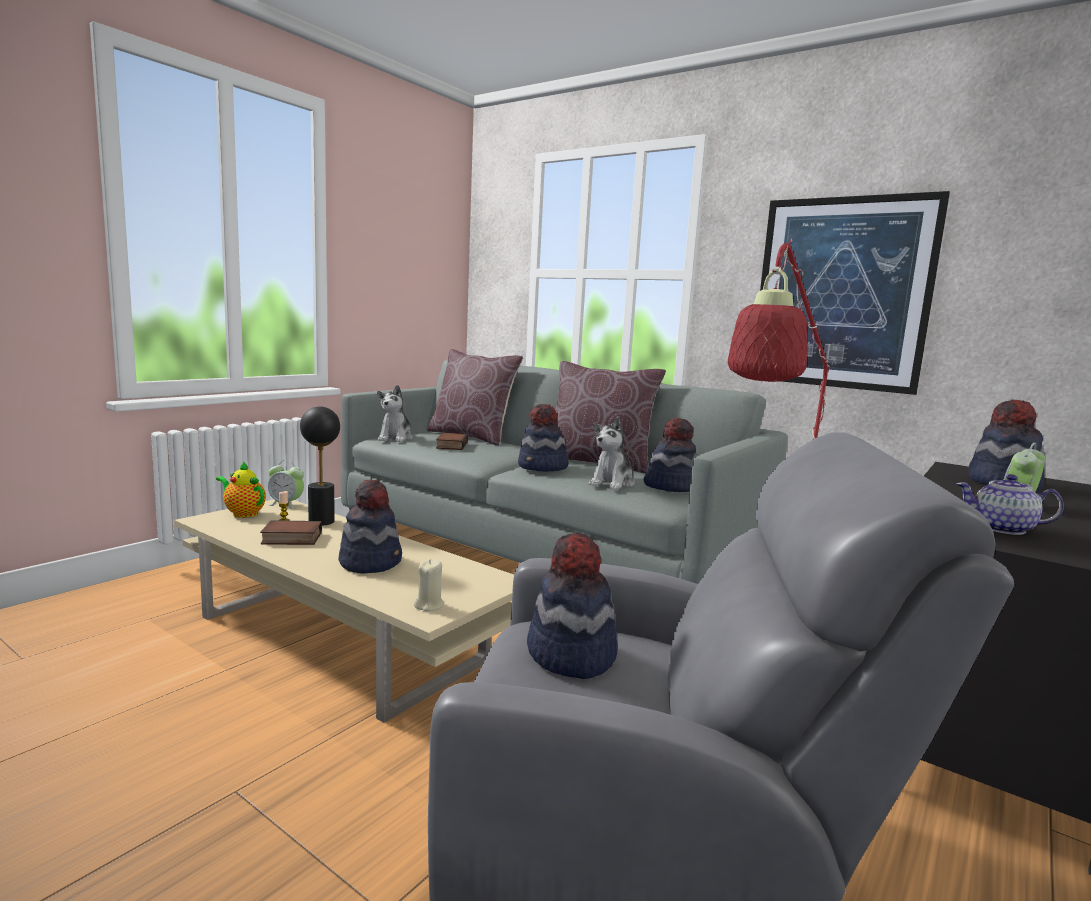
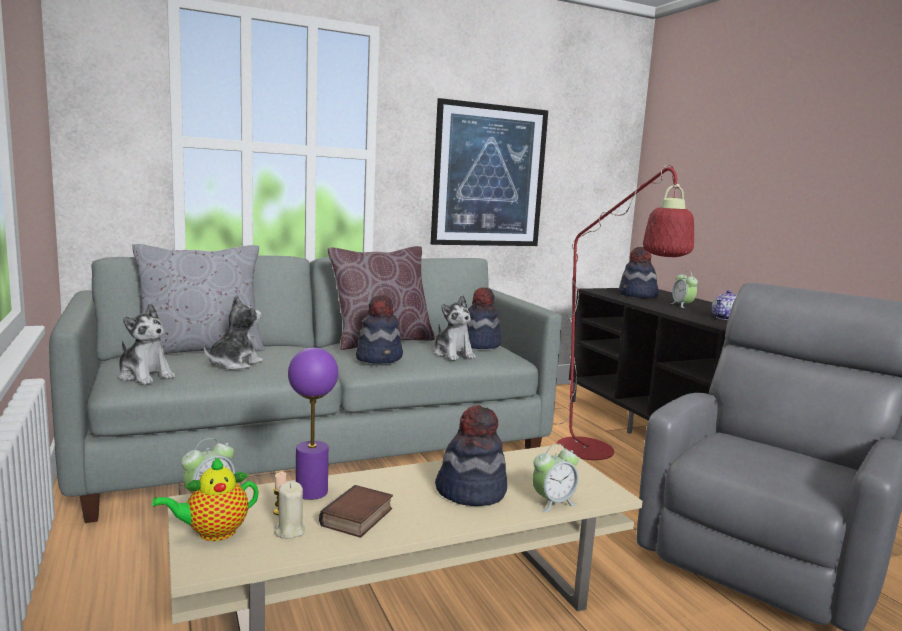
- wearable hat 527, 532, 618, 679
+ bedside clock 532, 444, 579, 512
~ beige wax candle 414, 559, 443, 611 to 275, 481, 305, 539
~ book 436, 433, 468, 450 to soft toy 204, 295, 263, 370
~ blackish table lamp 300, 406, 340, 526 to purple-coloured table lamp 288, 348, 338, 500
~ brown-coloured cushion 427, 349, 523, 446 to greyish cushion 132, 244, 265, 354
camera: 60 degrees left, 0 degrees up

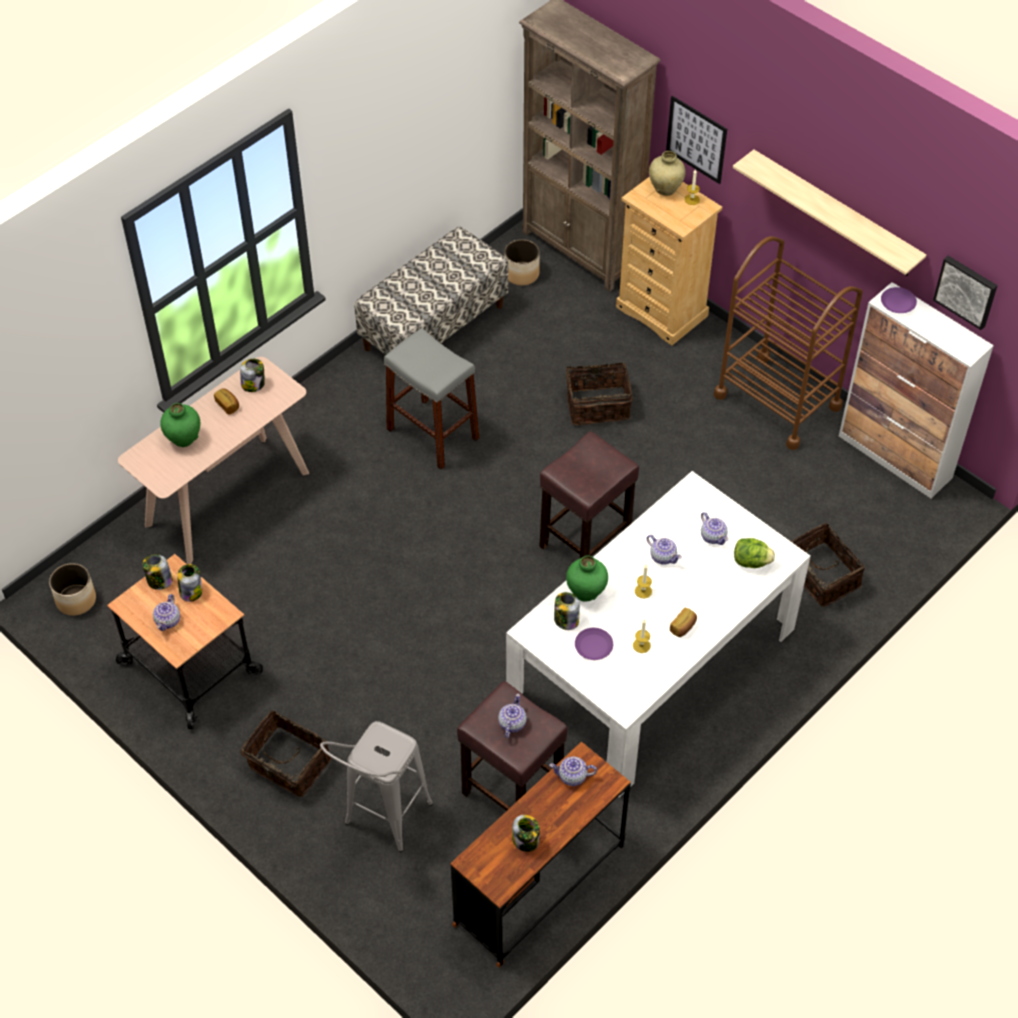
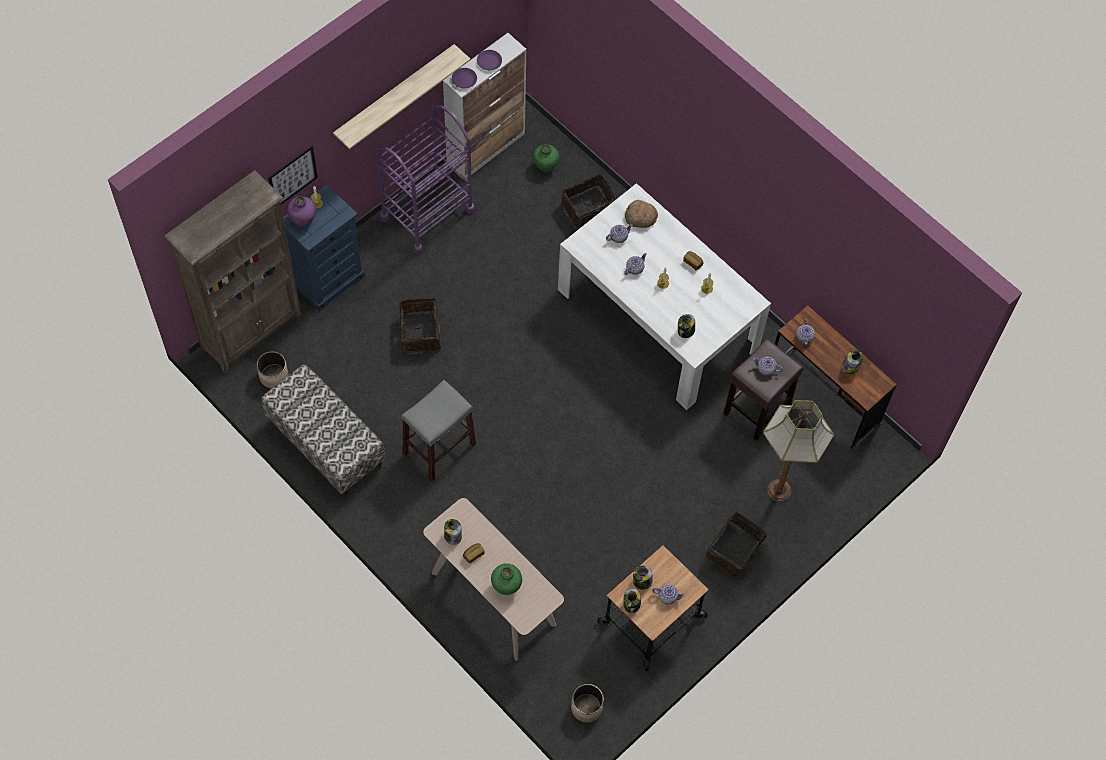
- brown-coloured sitting stool 539, 431, 639, 558
- wall picture 933, 256, 997, 330
~ greenish decorative vase 566, 555, 608, 602 to 533, 144, 559, 173
~ purple-coloured plate 575, 628, 613, 660 to 477, 50, 502, 70
~ greyish sitting stool 320, 721, 433, 852 to standing lamp 763, 400, 834, 502
~ lettuce head 734, 538, 775, 568 to bakery bread 625, 200, 658, 228
~ beige dresser 616, 176, 722, 345 to blue dresser 283, 185, 365, 311
~ beige decorative vase 649, 151, 686, 196 to purple-coloured decorative vase 287, 196, 316, 227
~ brown-coloured cart 714, 236, 863, 450 to purple-coloured cart 376, 105, 475, 254
camera: 90 degrees left, 10 degrees up

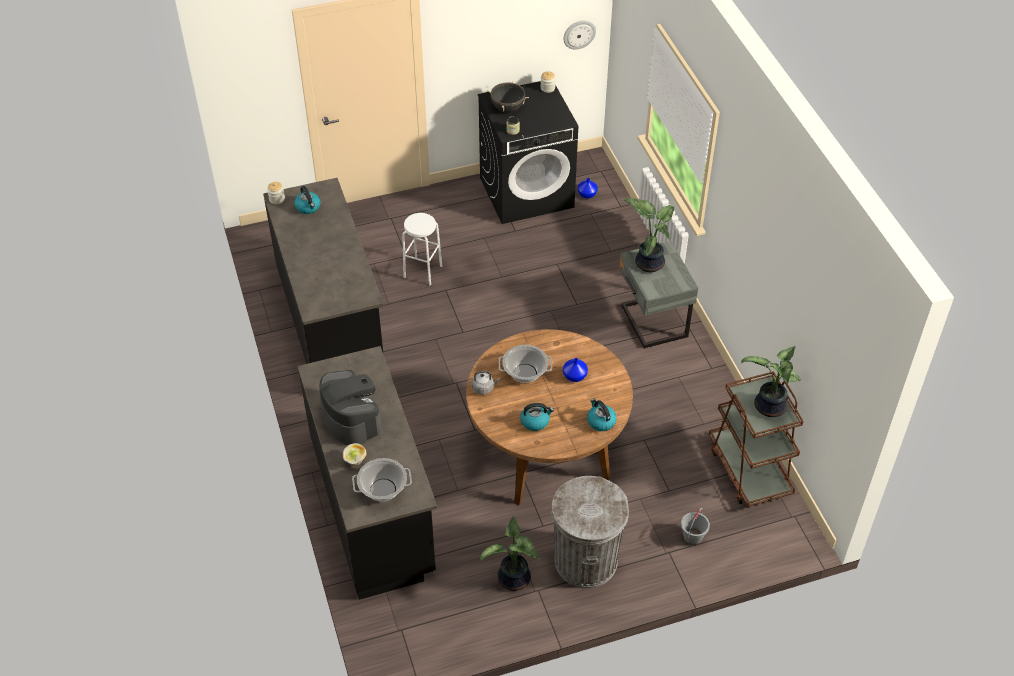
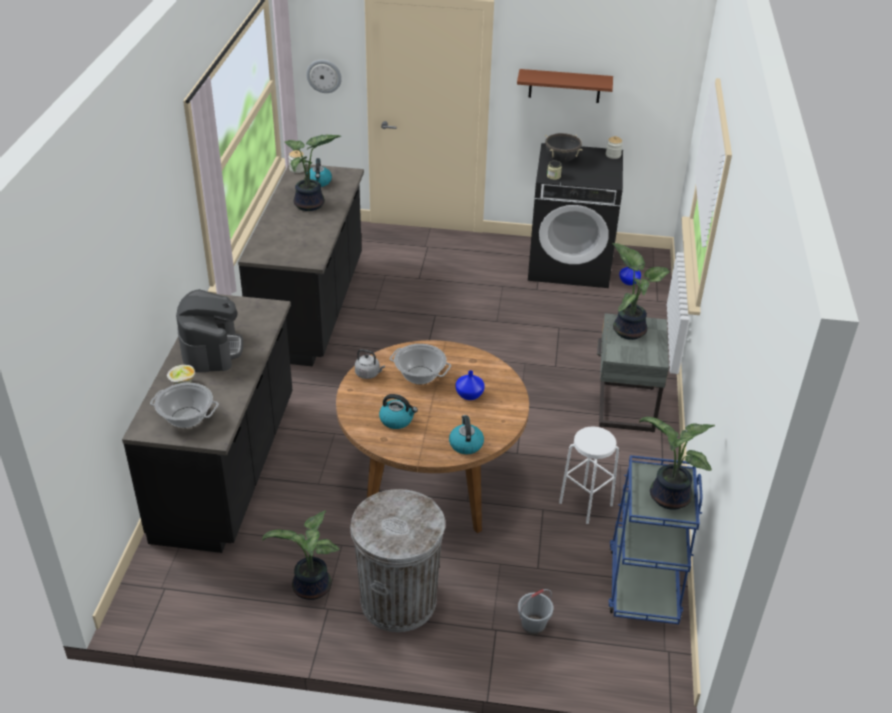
+ houseplant 285, 135, 341, 211
+ brown-coloured shelf 517, 69, 613, 103
~ white-coloured sitting stool 402, 213, 442, 286 to 559, 427, 619, 524
~ wall clock 563, 20, 596, 49 to 306, 60, 342, 93
~ brown-coloured cart 709, 371, 804, 507 to blue cart 608, 455, 702, 624
camera: 25 degrees right, 10 degrees down

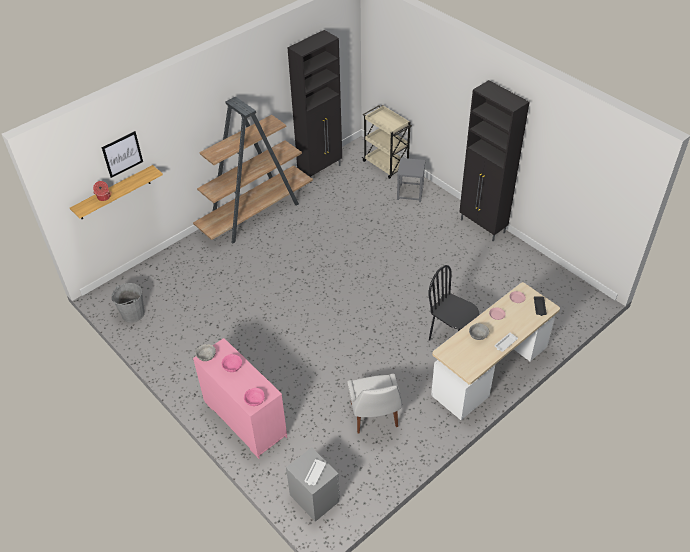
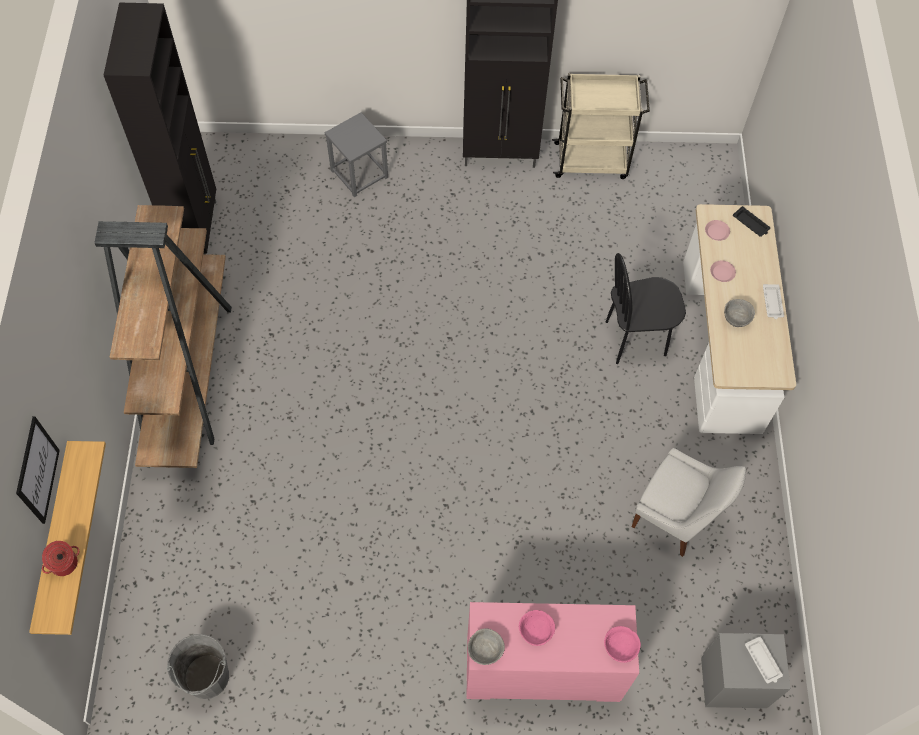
~ beige cart 362, 105, 412, 179 to 552, 73, 650, 179
camera: 50 degrees left, 15 degrees up

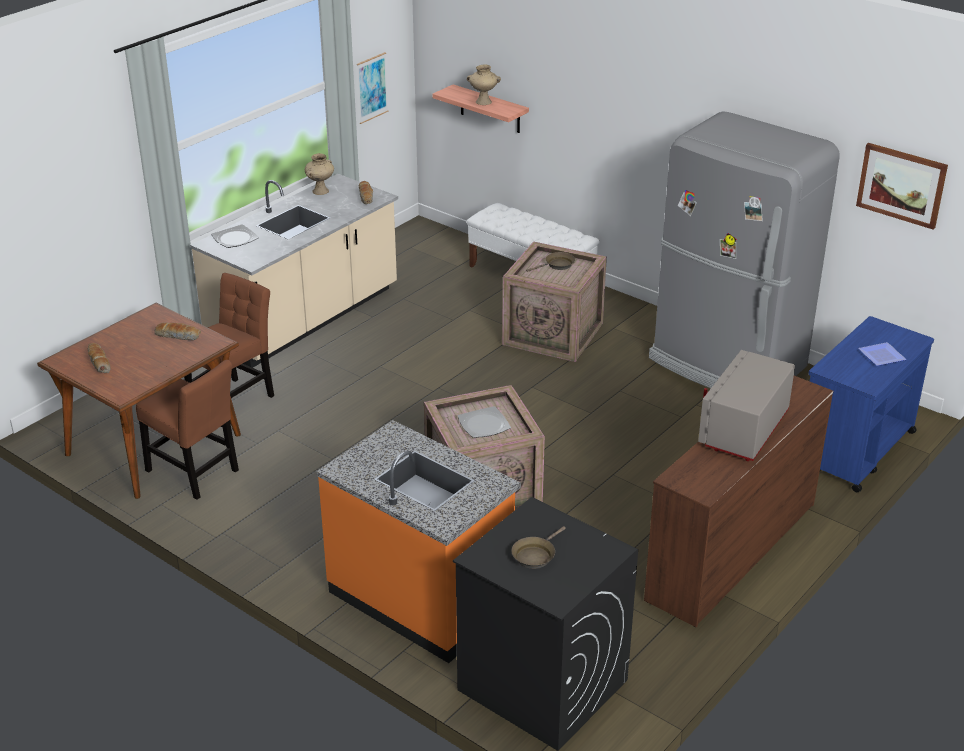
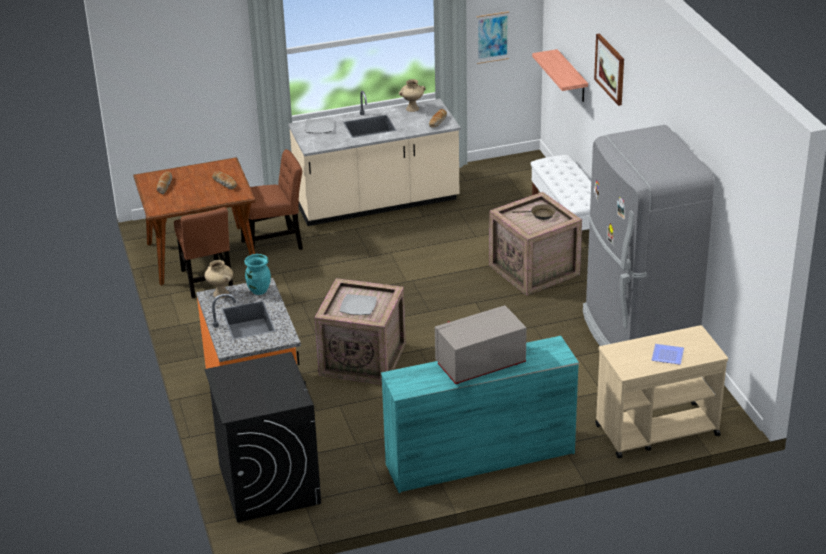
- brown-coloured frying pan 512, 526, 566, 569
+ blue-green decorative vase 244, 254, 271, 295
~ beige decorative vase 467, 64, 501, 105 to 205, 260, 233, 298
~ wall picture 856, 143, 948, 229 to 594, 34, 624, 106
~ brown-coloured dresser 644, 376, 833, 627 to blue-green dresser 381, 336, 579, 493
~ blue cart 809, 316, 934, 492 to beige cart 595, 325, 728, 458
camera: 35 degrees right, 0 degrees up

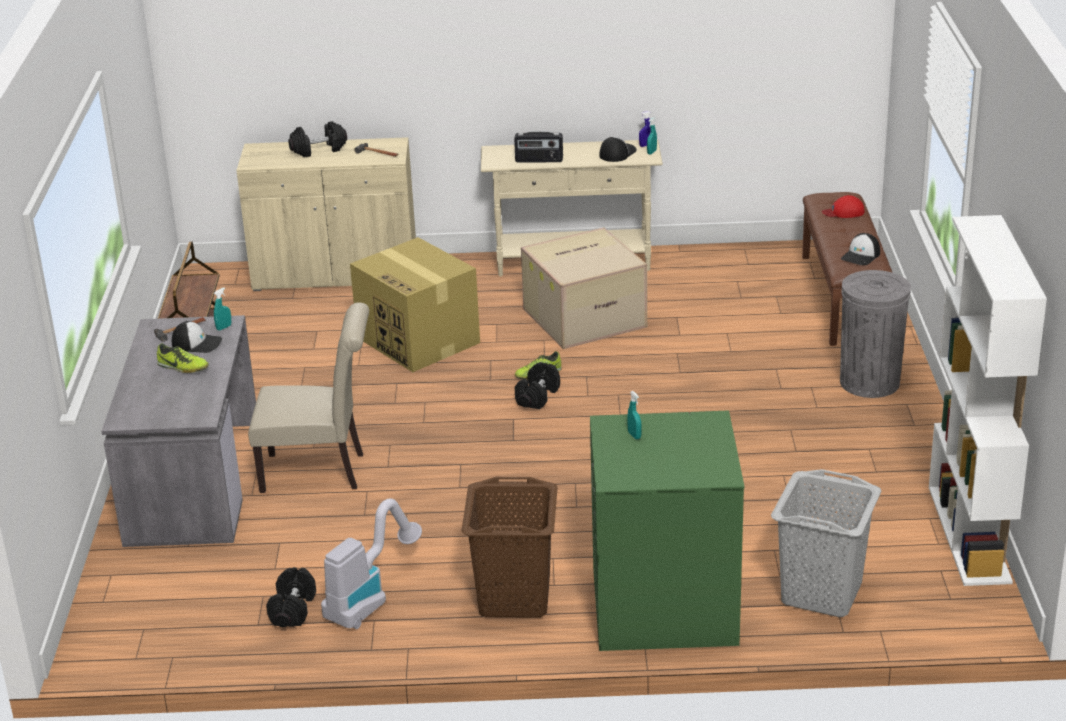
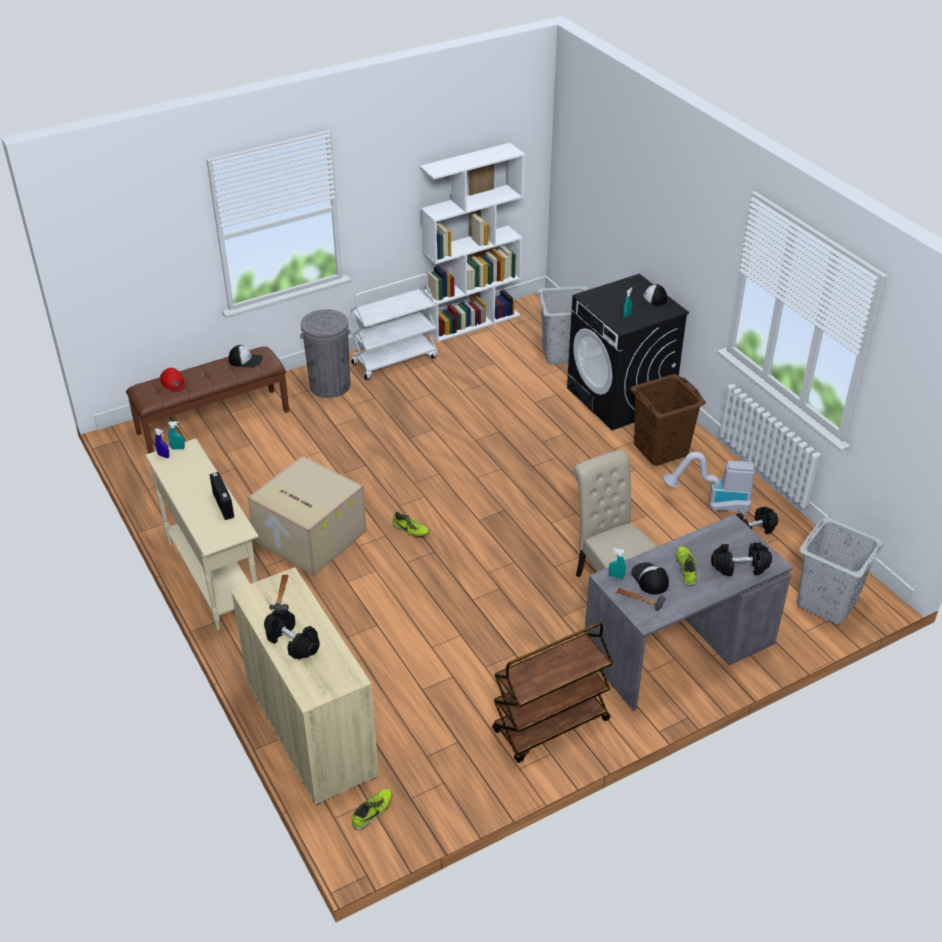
- carton 350, 237, 480, 372
+ white-coloured cart 350, 274, 438, 380
+ shoe 352, 789, 392, 830
+ greyish laundry basket 797, 517, 884, 625
~ blackish hand weight 515, 362, 560, 409 to 711, 543, 772, 576
~ peaked cap 600, 137, 636, 162 to 633, 284, 667, 306
~ greenish laundry appliance 590, 410, 745, 651 to blackish laundry appliance 567, 274, 689, 430
camera: 120 degrees left, 10 degrees up

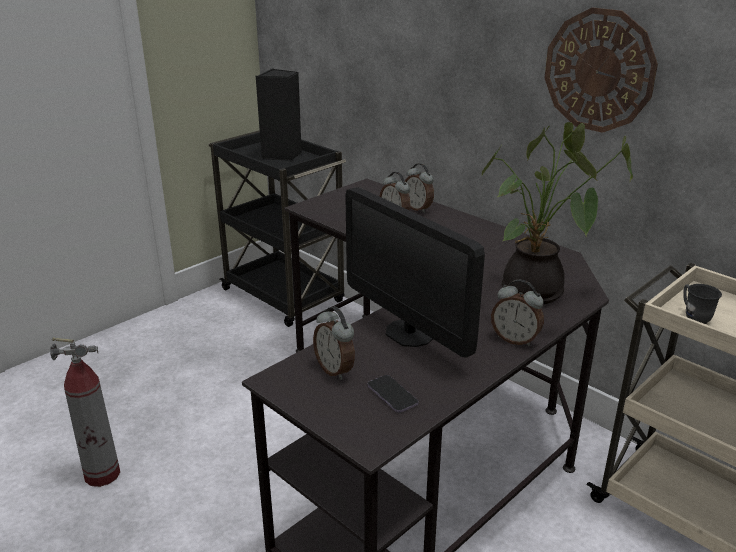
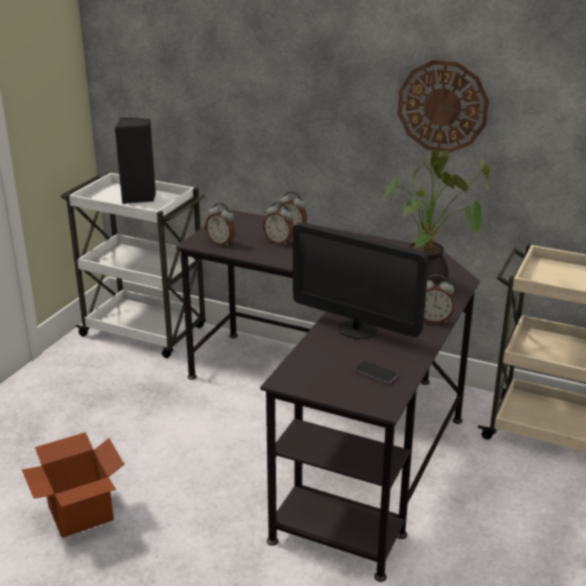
- greyish tea mug 683, 284, 722, 324
~ bedside clock 313, 307, 355, 380 to 205, 203, 236, 246
~ fire-fighting cylinder 50, 337, 120, 487 to carton 22, 432, 125, 538
~ blackish cart 209, 130, 346, 327 to white-coloured cart 61, 172, 206, 358
camera: 20 degrees left, 0 degrees up

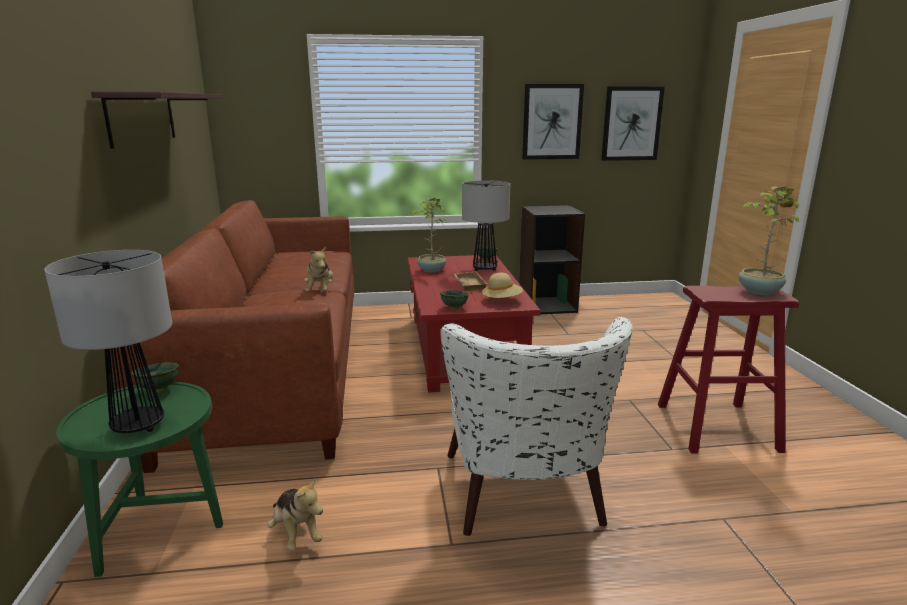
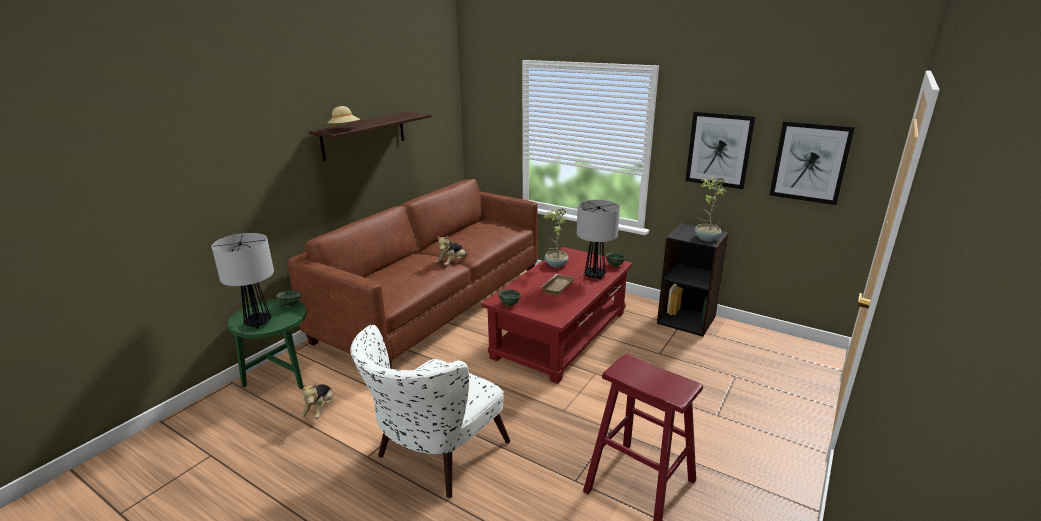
~ beige wearable hat 482, 273, 523, 298 to 327, 106, 360, 127
~ houseplant 739, 186, 799, 295 to 695, 177, 725, 241
camera: 40 degrees right, 5 degrees up

